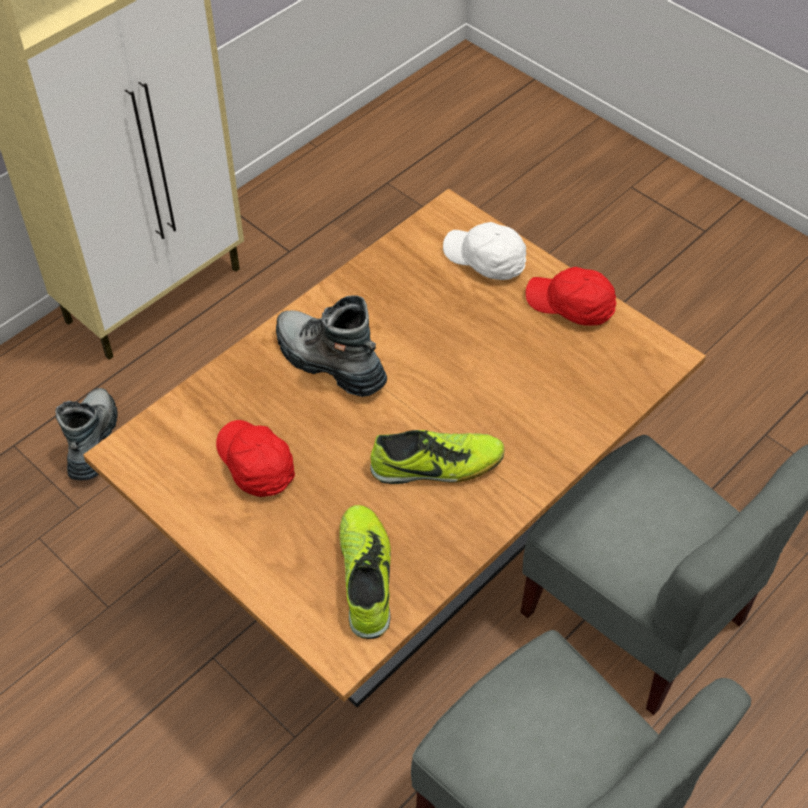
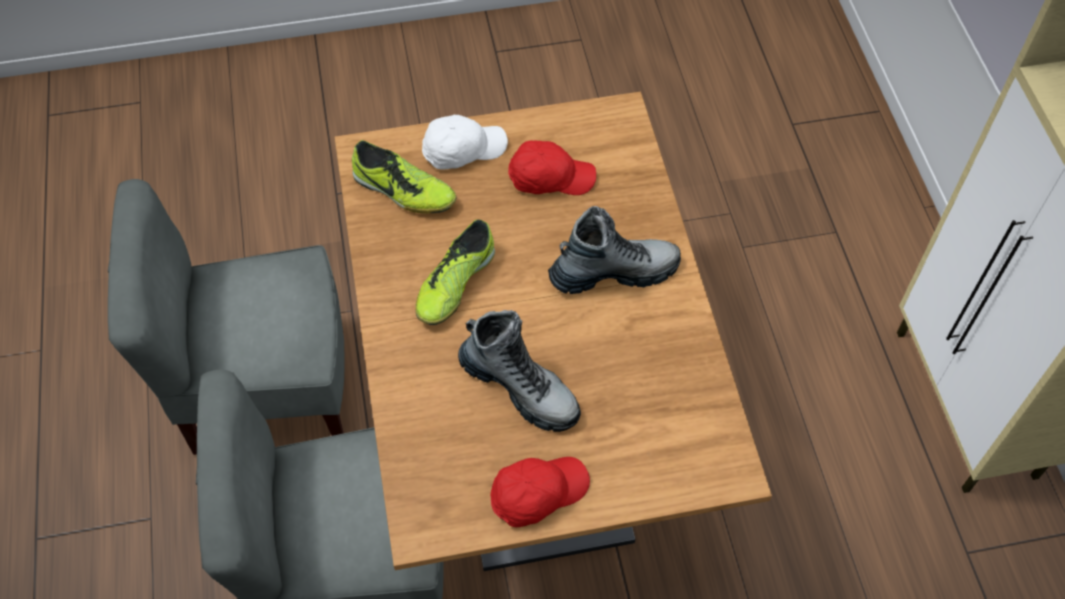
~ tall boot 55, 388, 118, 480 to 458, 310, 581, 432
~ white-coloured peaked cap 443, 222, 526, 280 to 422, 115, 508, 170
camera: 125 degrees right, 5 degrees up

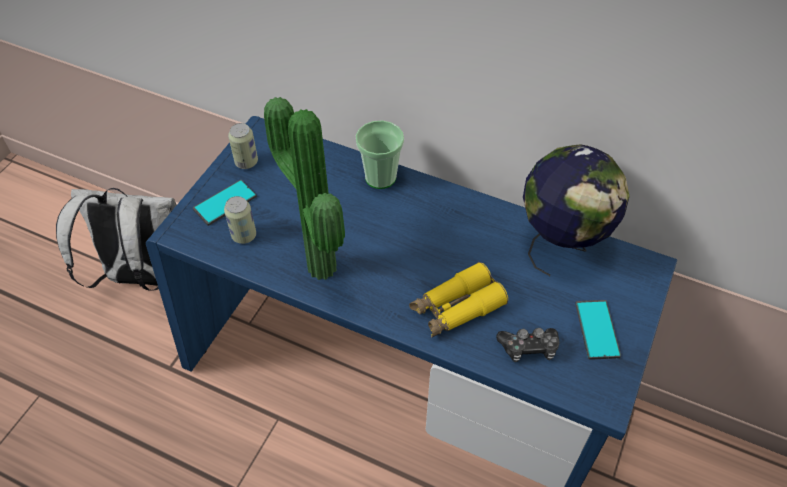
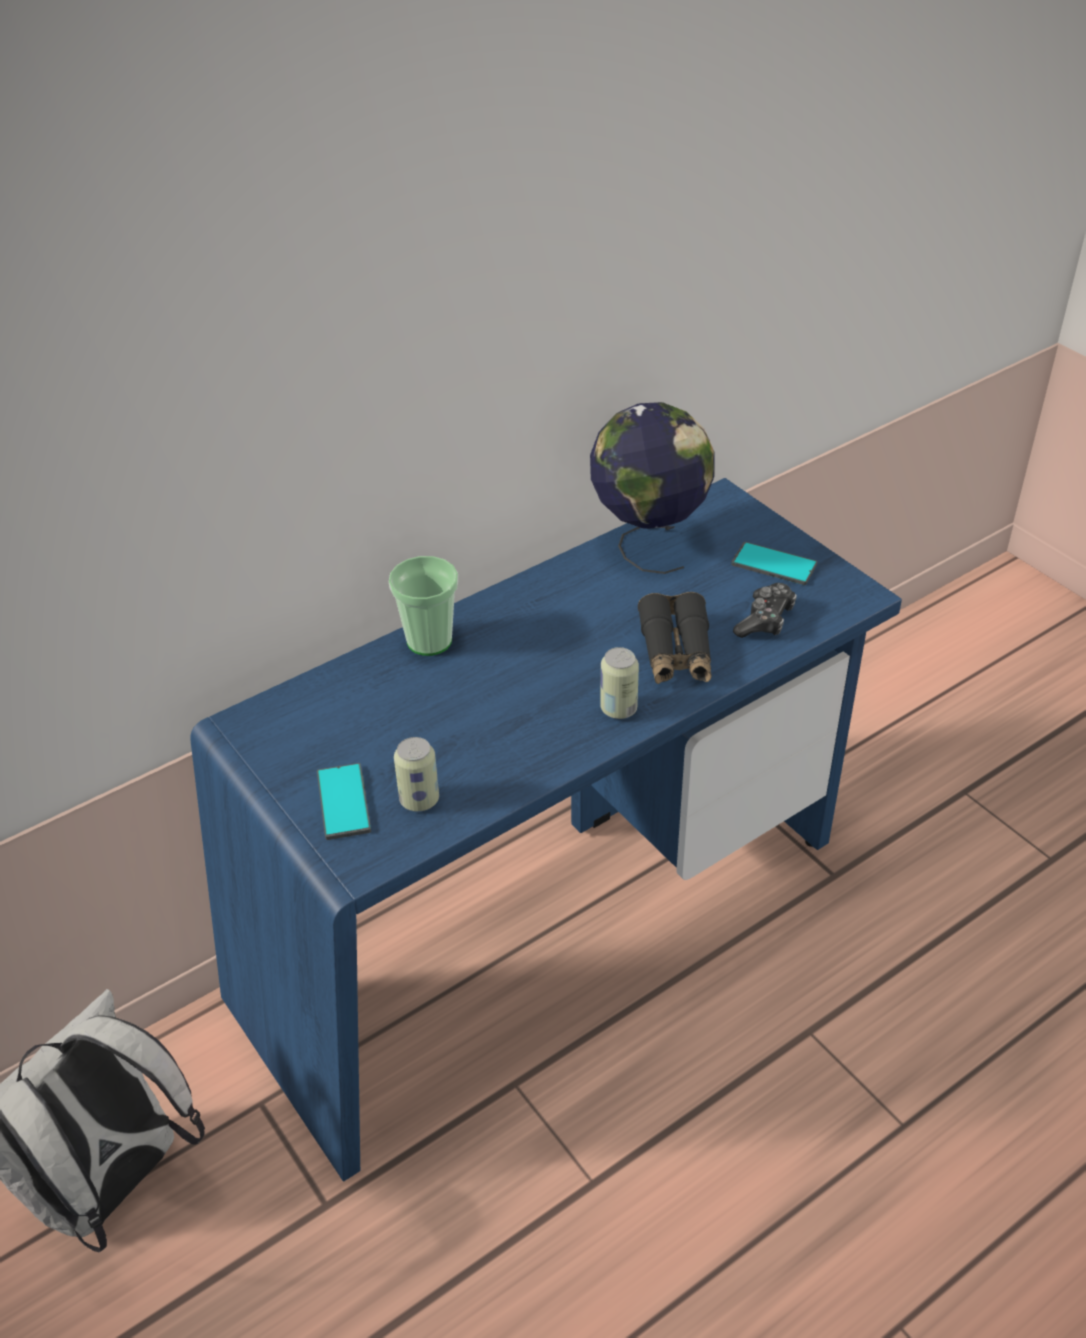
- houseplant 264, 97, 345, 280
~ metal can 228, 123, 258, 169 to 600, 647, 639, 719
~ yellow-coloured binoculars 409, 262, 508, 338 to blackish binoculars 638, 592, 711, 684
camera: 60 degrees left, 10 degrees down

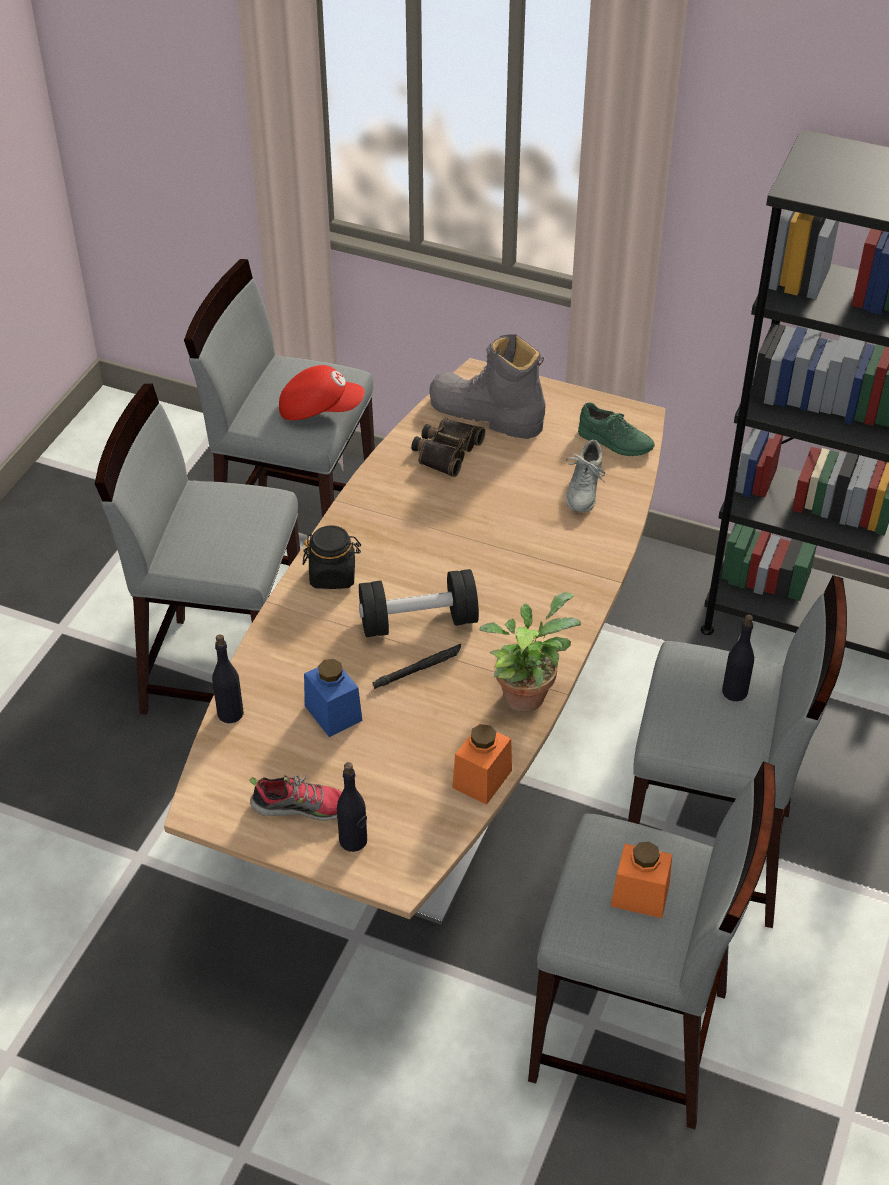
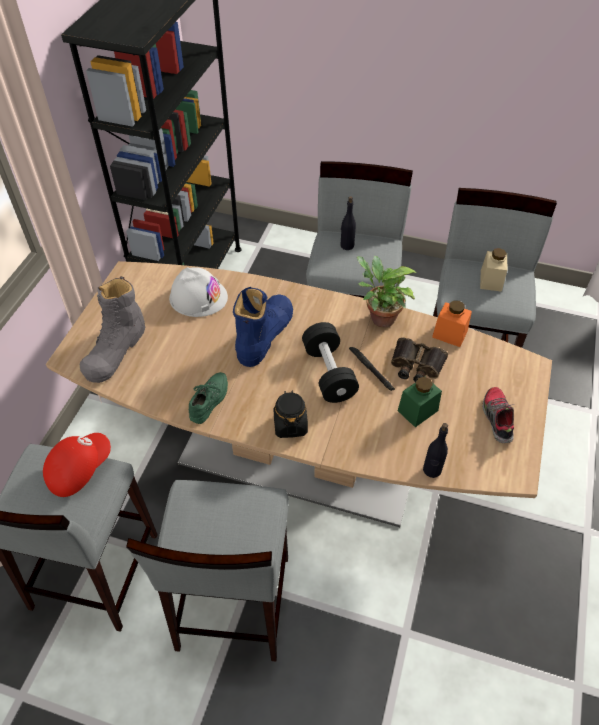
- blackish beverage bottle 337, 762, 367, 852
+ blue tall boot 233, 287, 293, 367
~ binoculars 411, 418, 485, 477 to 391, 337, 448, 382
~ greenish shoe 578, 402, 655, 456 to 189, 372, 228, 424
~ greyish shoe 566, 440, 606, 512 to white-coloured work helmet 169, 267, 228, 317
~ blue jar 304, 659, 362, 737 to greenish jar 398, 376, 442, 427
~ orangey jar 611, 842, 672, 918 to beige jar 480, 248, 507, 292
~ red-coloured peaked cap 279, 365, 365, 420 = 43, 433, 111, 497 45 degrees clockwise
camera: 95 degrees left, 5 degrees up

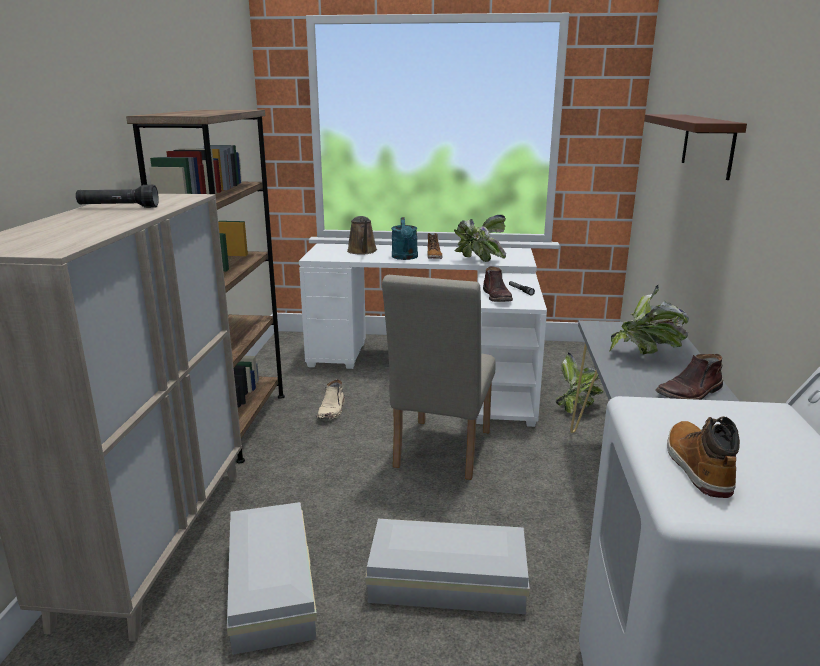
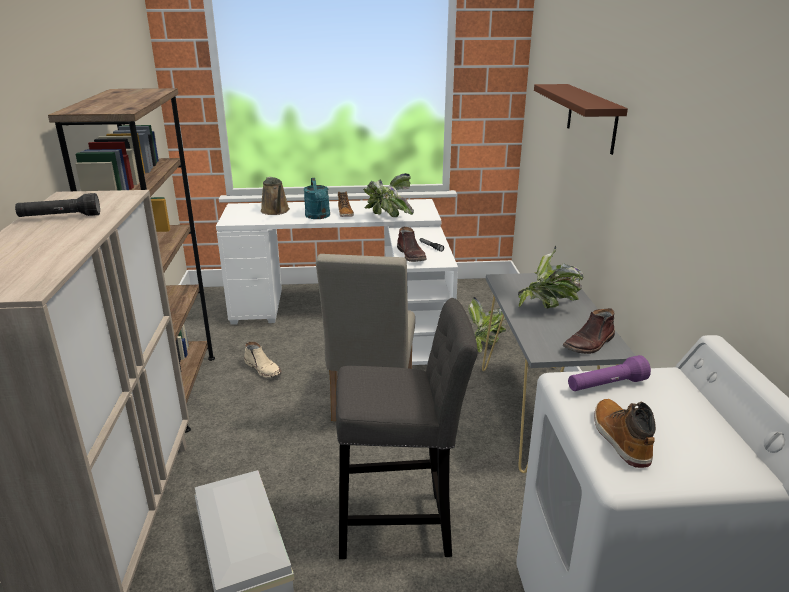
+ purple-coloured flashlight 568, 355, 651, 391
~ white-coloured storage box 365, 519, 530, 614 to greyish sitting stool 336, 298, 478, 559
~ beige tall boot 317, 379, 345, 419 = 244, 342, 282, 378 45 degrees counterclockwise
camera: 10 degrees left, 5 degrees up

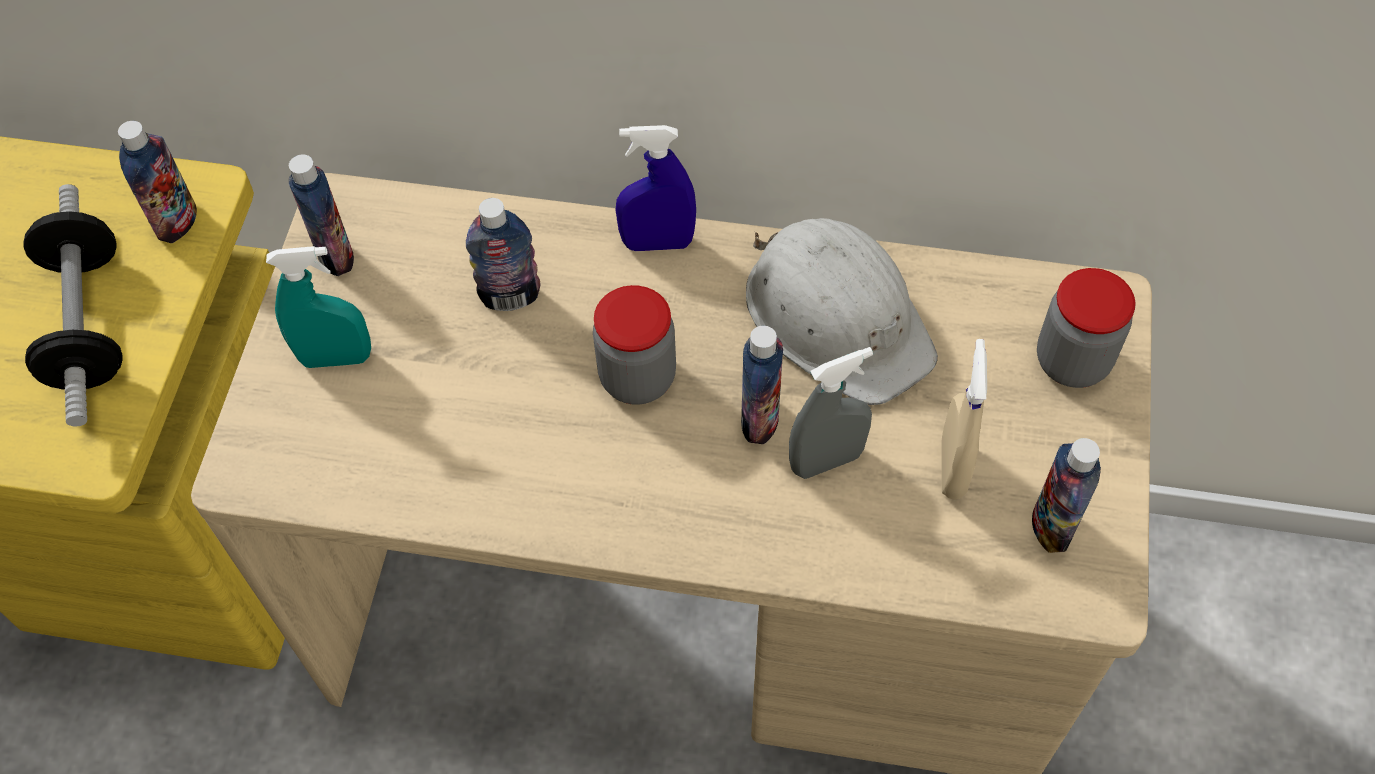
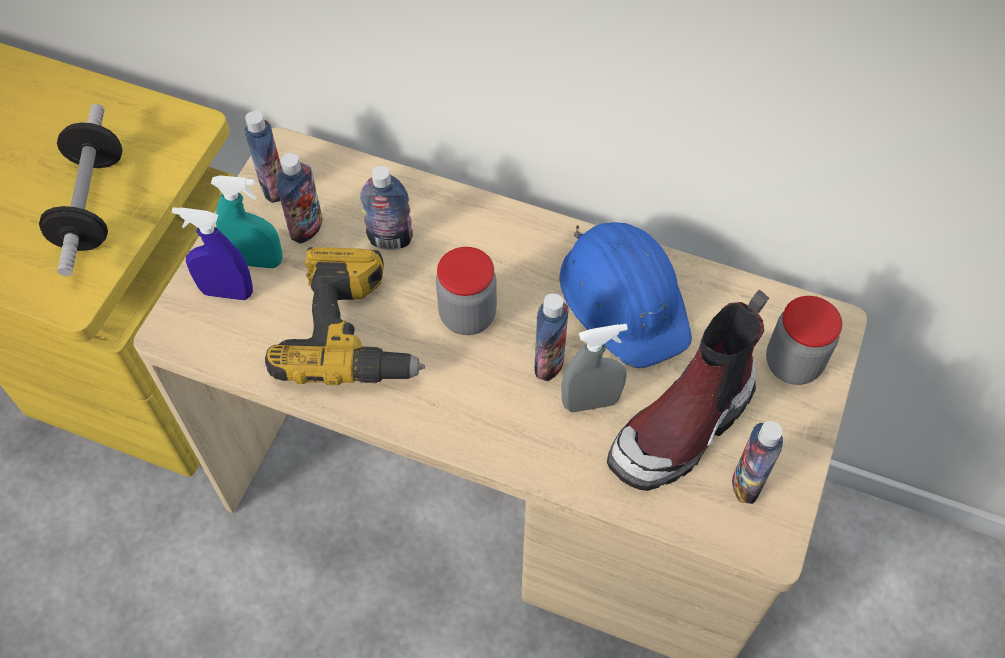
+ electric drill 265, 247, 425, 385
~ beverage bottle 118, 121, 197, 243 to 277, 153, 323, 244
~ blue sprayer 615, 125, 696, 251 to 172, 207, 253, 300
~ beige sprayer 941, 339, 987, 500 to tall boot 607, 290, 769, 491
~ white-coloured work helmet 746, 218, 938, 405 to blue work helmet 559, 222, 692, 368
camera: 10 degrees right, 0 degrees up

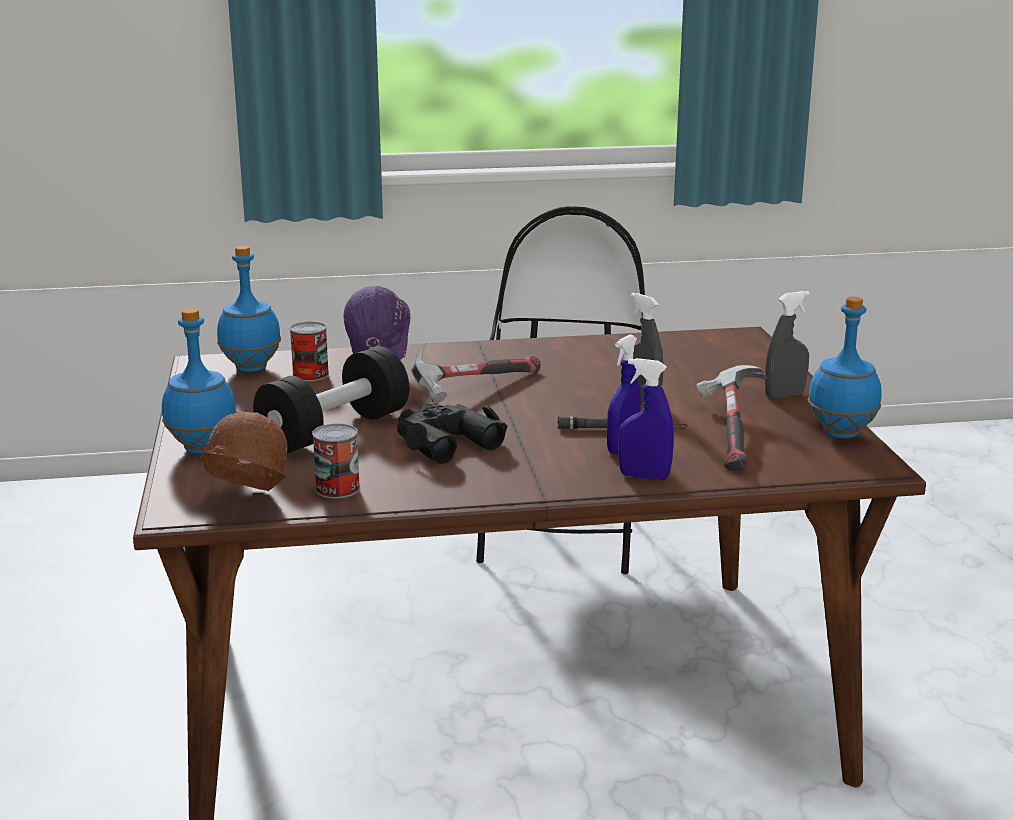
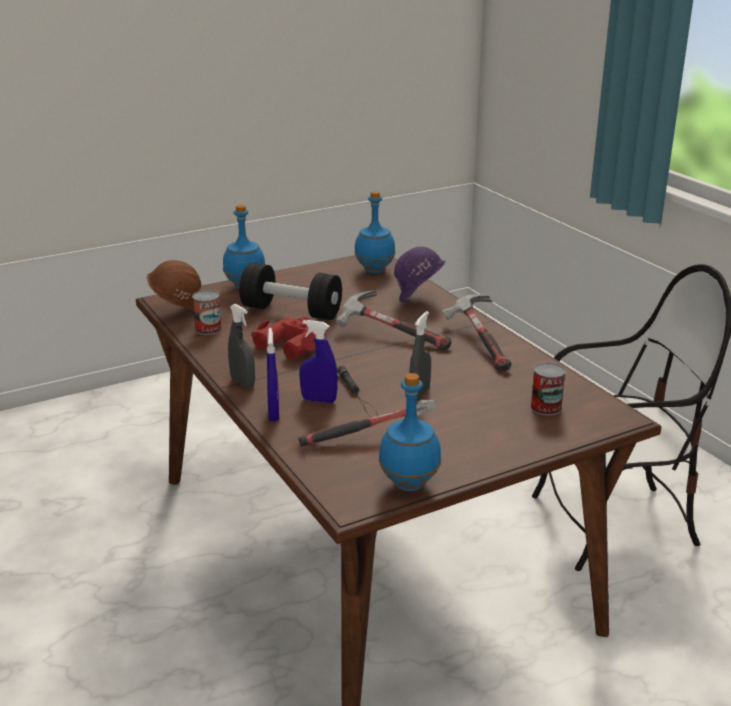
+ hammer 442, 294, 511, 371
~ metal can 290, 321, 329, 381 to 530, 362, 566, 416
~ greyish sprayer 765, 291, 810, 399 to 228, 304, 255, 387
~ blackish binoculars 397, 403, 507, 464 to red-coloured binoculars 251, 316, 326, 360
camera: 70 degrees right, 5 degrees up

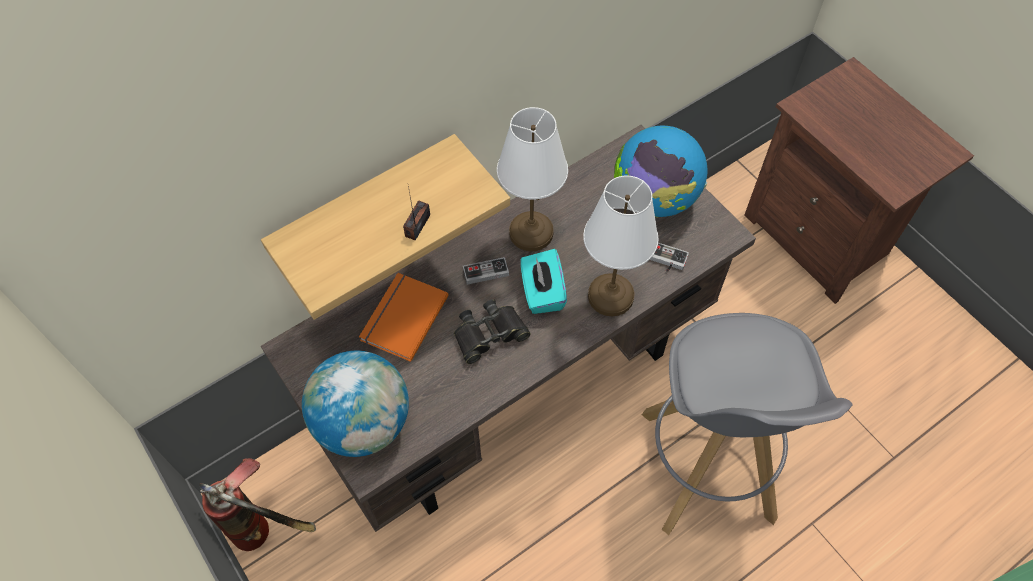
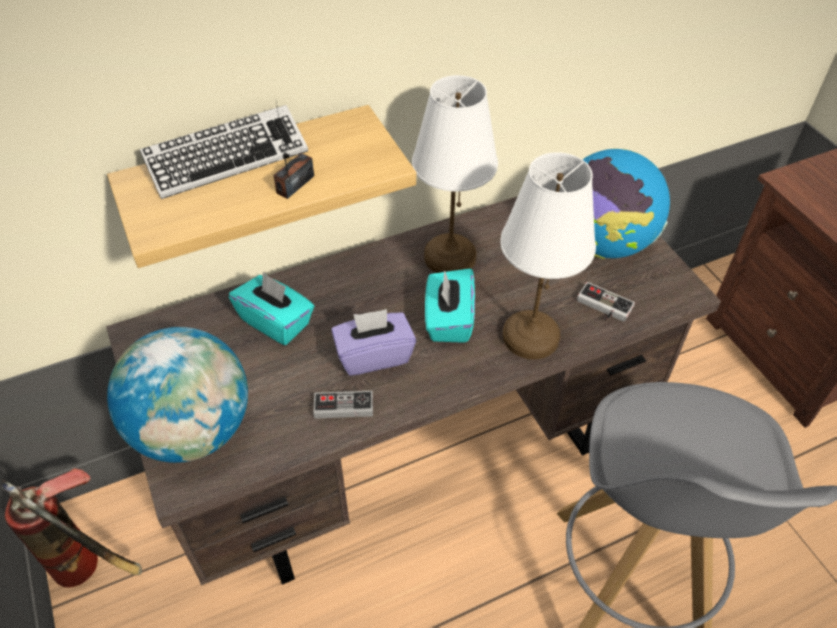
+ PC keyboard 140, 105, 308, 199
~ gamepad 463, 257, 509, 285 to 313, 391, 373, 419
~ orangey book 359, 273, 449, 362 to blue-green tissue holder 229, 272, 314, 345
~ blackish binoculars 454, 299, 530, 364 to purple-coloured tissue holder 331, 309, 416, 376
camera: 10 degrees right, 10 degrees down

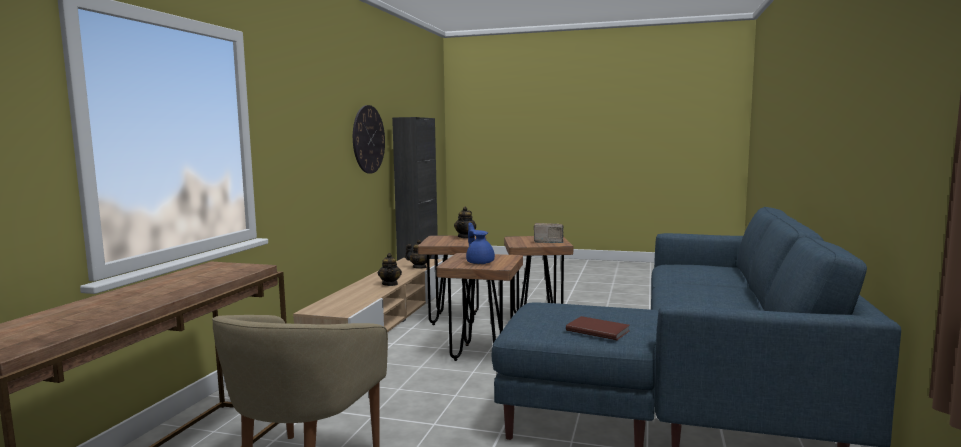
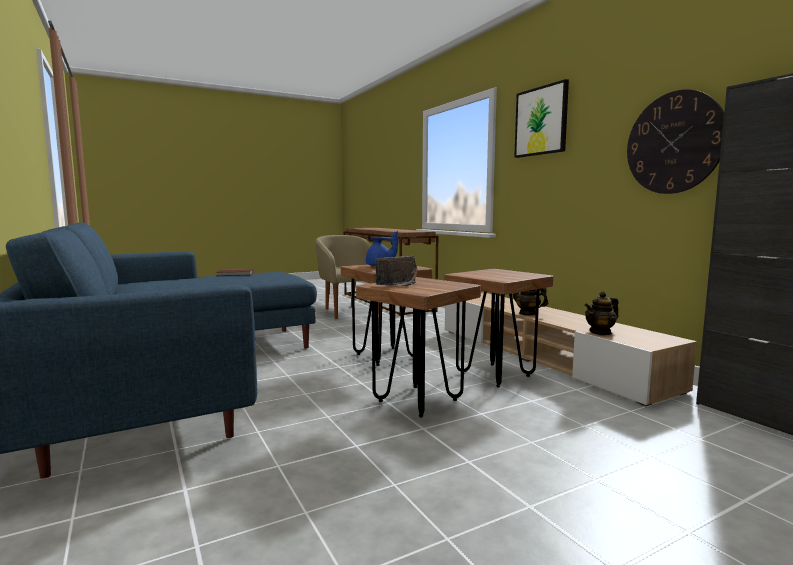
- pot for tea 454, 207, 477, 238
+ wall picture 514, 79, 569, 158
camera: 135 degrees right, 0 degrees up

